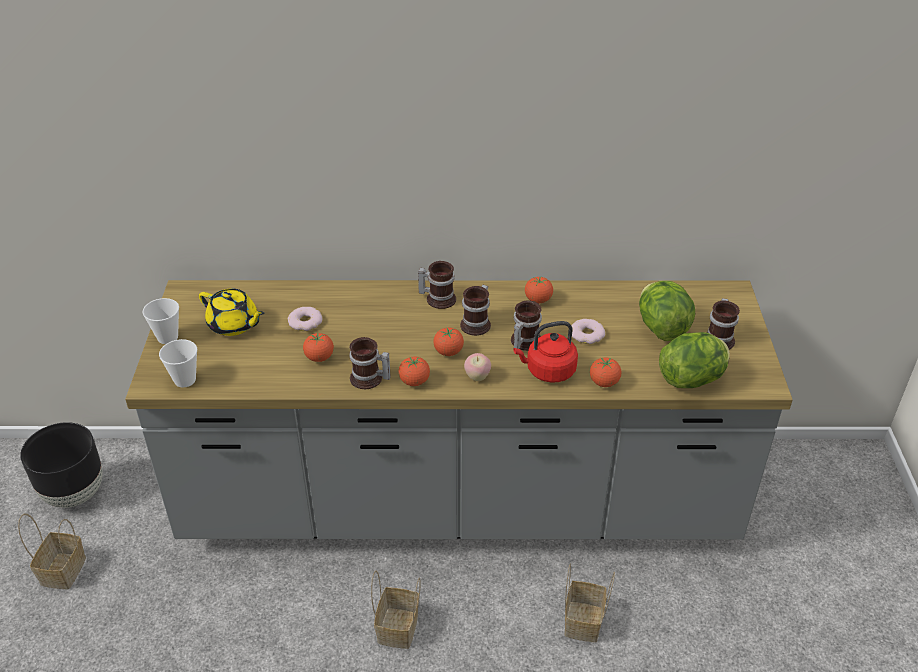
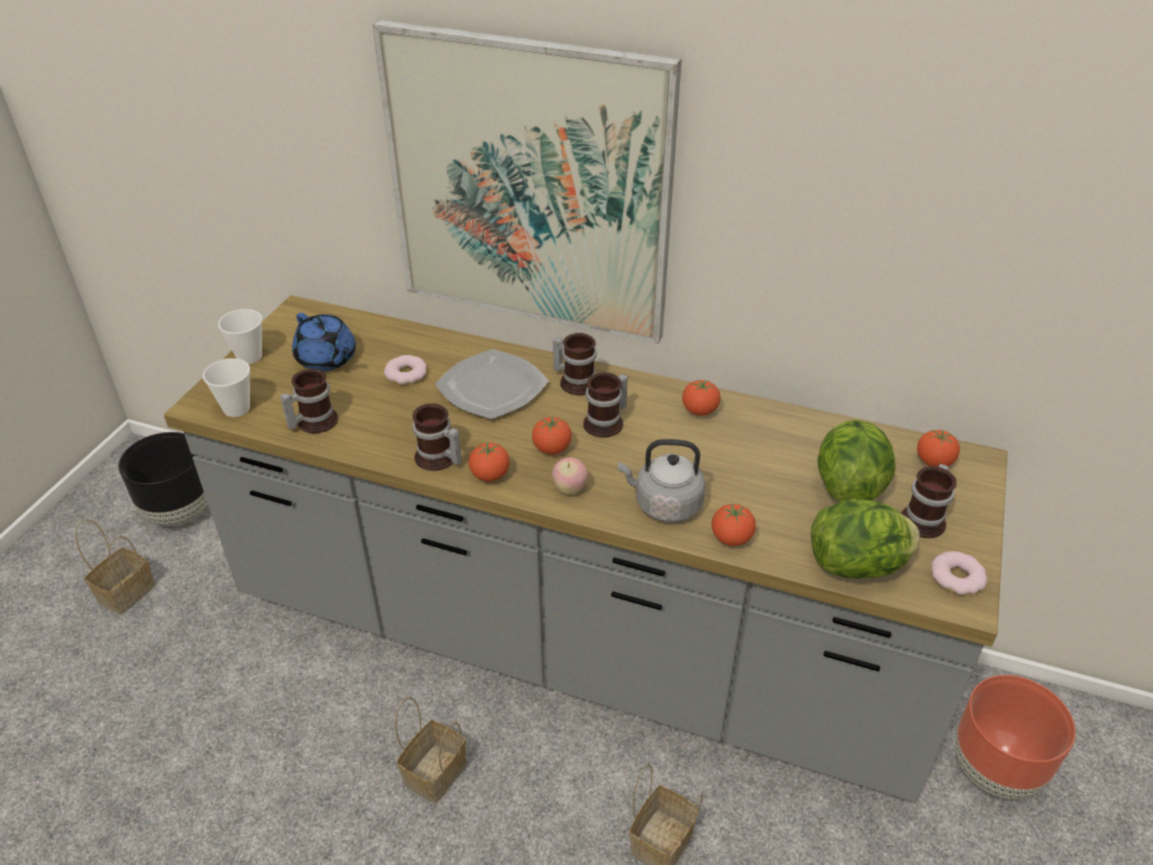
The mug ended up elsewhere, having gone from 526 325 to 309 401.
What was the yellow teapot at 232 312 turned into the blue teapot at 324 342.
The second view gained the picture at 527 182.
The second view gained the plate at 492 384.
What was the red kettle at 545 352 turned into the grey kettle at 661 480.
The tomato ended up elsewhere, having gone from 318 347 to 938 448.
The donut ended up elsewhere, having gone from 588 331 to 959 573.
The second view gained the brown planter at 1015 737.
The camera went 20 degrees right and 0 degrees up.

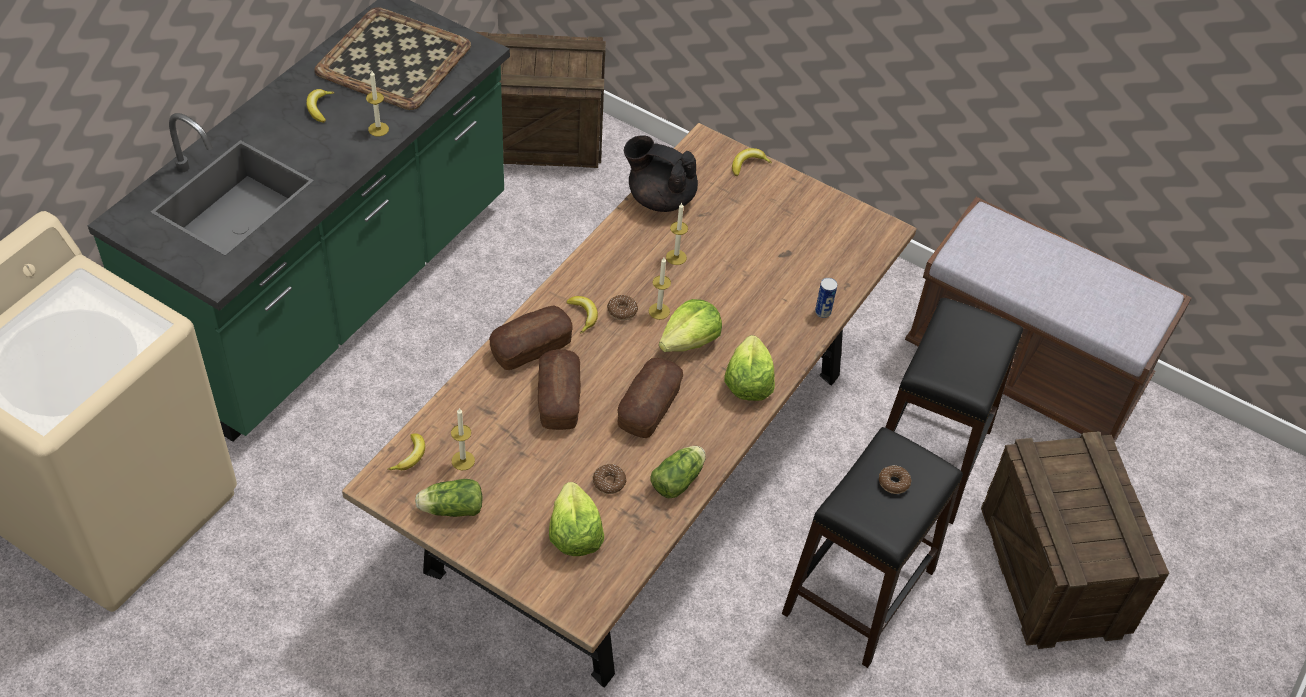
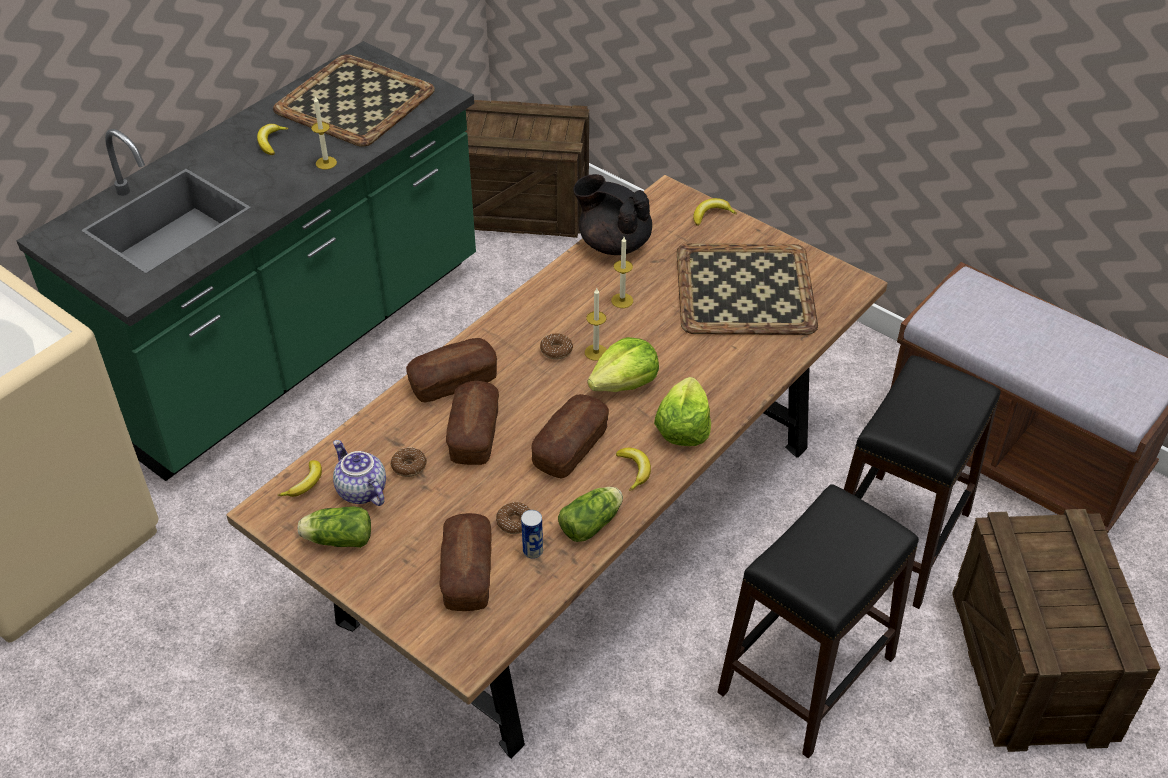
Where the candle stood at 463 439, the teapot came to stand at 359 473.
The donut ended up elsewhere, having gone from 895 479 to 408 462.
Where the lettuce stood at 576 519, the bread came to stand at 466 562.
The can ended up elsewhere, having gone from 826 298 to 532 534.
The banana ended up elsewhere, having gone from 582 315 to 633 469.
The second view gained the tray at 747 289.
The camera went 10 degrees right and 5 degrees down.

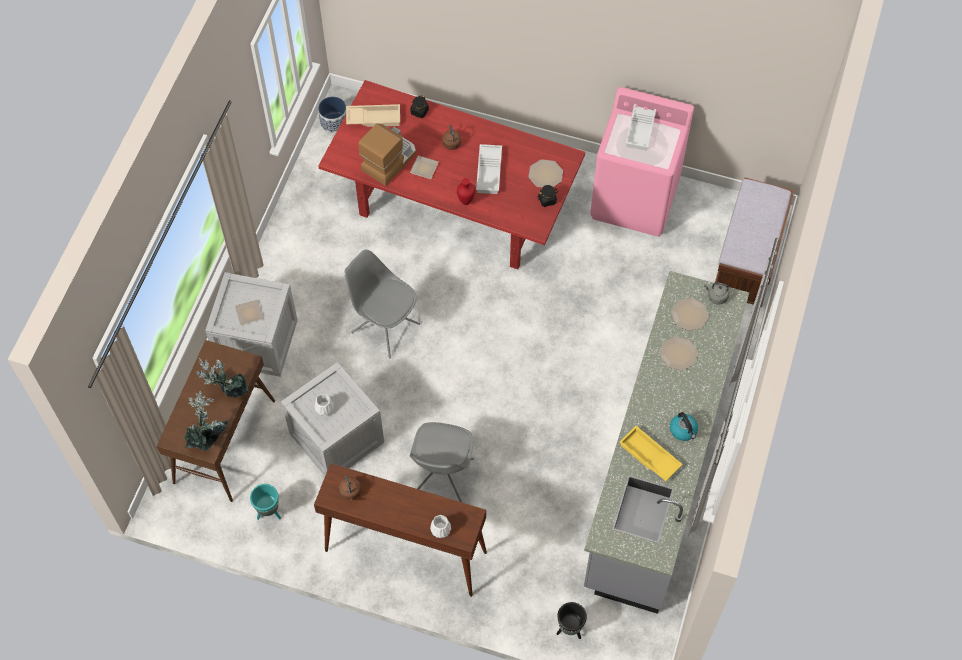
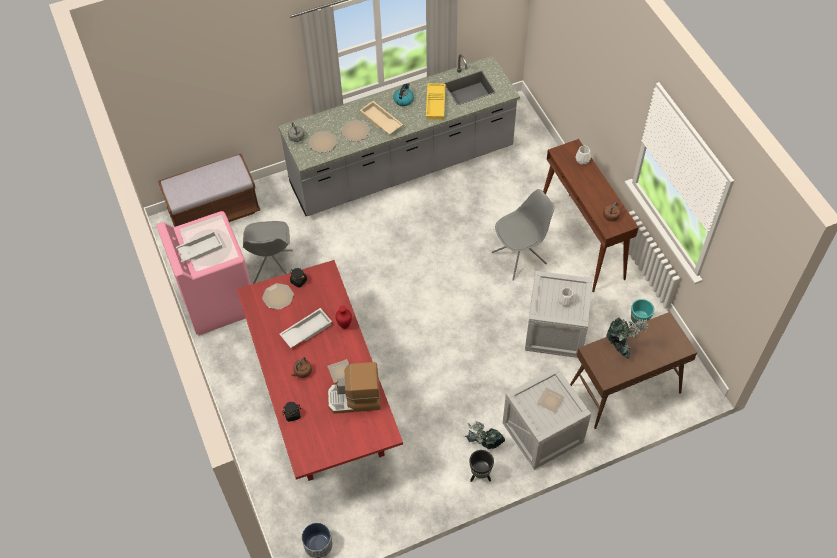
The grey chair ended up elsewhere, having gone from 382 304 to 268 252.
The beige tray ended up elsewhere, having gone from 373 115 to 381 118.
The potted plant ended up elsewhere, having gone from 206 420 to 484 435.
The black planter ended up elsewhere, having gone from 571 620 to 481 466.
The camera went 130 degrees left and 5 degrees down.

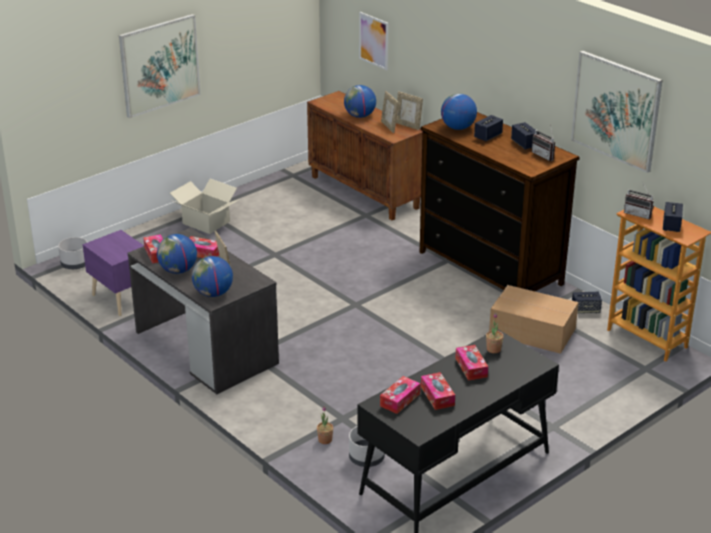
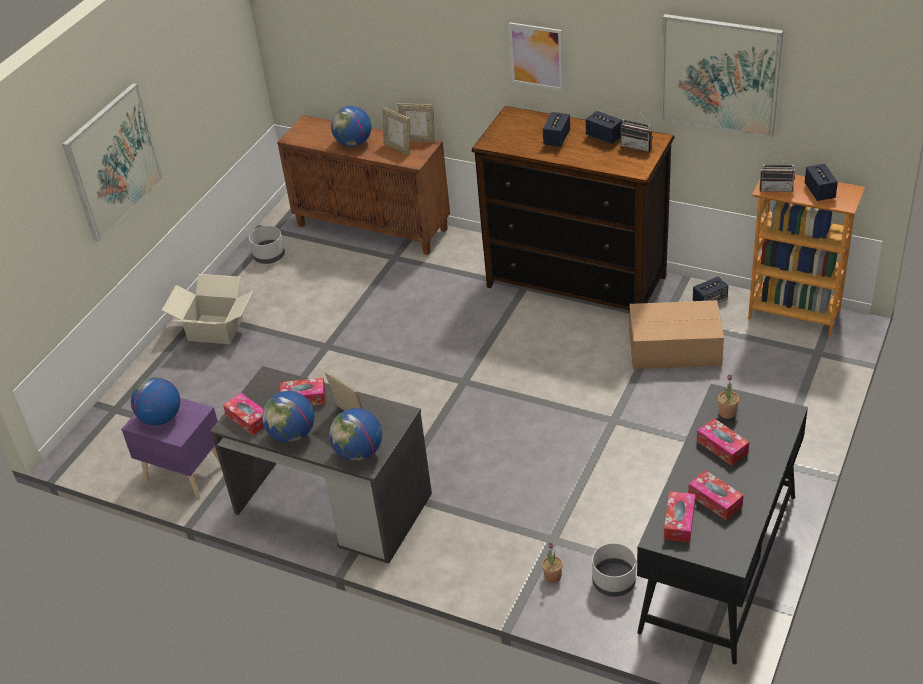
The globe ended up elsewhere, having gone from 459 111 to 155 401.
The grey planter ended up elsewhere, having gone from 73 253 to 267 245.
The picture ended up elsewhere, having gone from 373 41 to 536 56.
The camera went 20 degrees left and 10 degrees up.

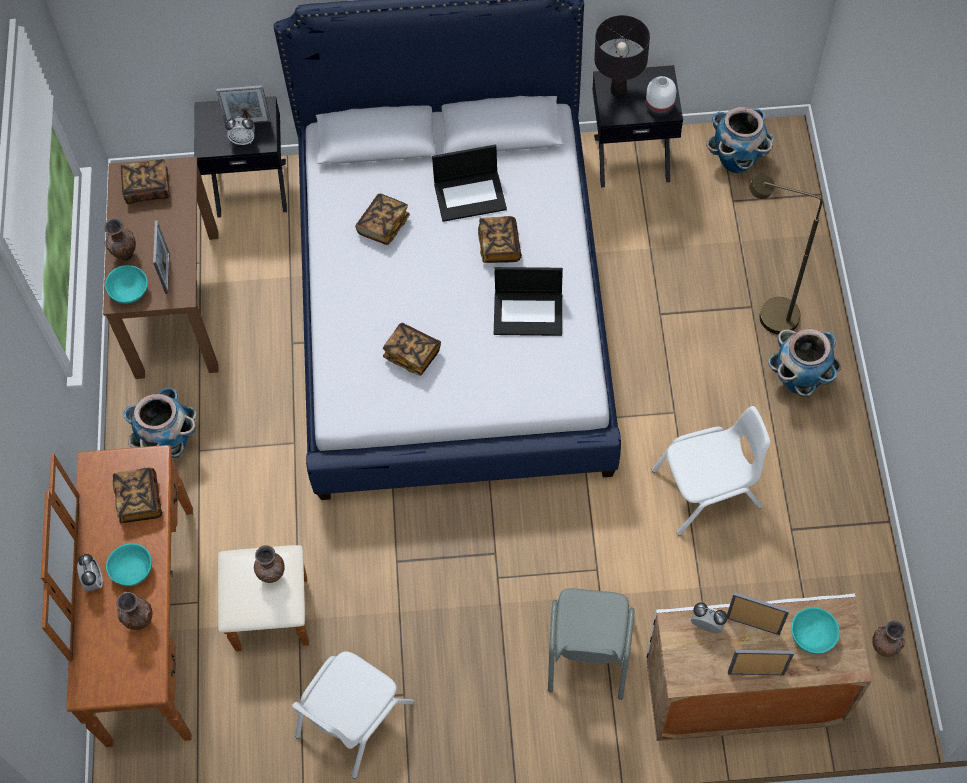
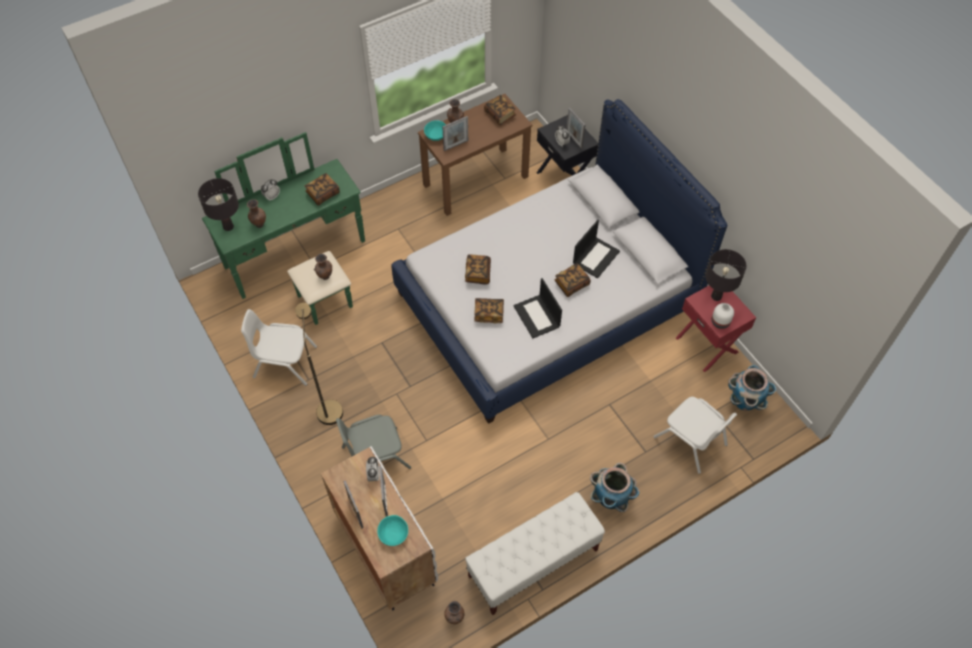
The second view gained the black table lamp at 218 204.
What was the brown dresser at 175 596 turned into the green dresser at 283 228.
The brown floor lamp ended up elsewhere, having gone from 786 254 to 319 364.
The second view gained the white bench at 535 553.
The book ended up elsewhere, having gone from 382 219 to 489 310.
The laptop at 469 183 ended up facing another way, 105 degrees counterclockwise from before.
The white chair ended up elsewhere, having gone from 711 471 to 695 435.
What was the black nightstand at 637 126 turned into the red nightstand at 716 329.
The second view lost the turquoise bowl at 129 564.
The second view lost the planter at 160 422.
The camera went 60 degrees right and 5 degrees down.

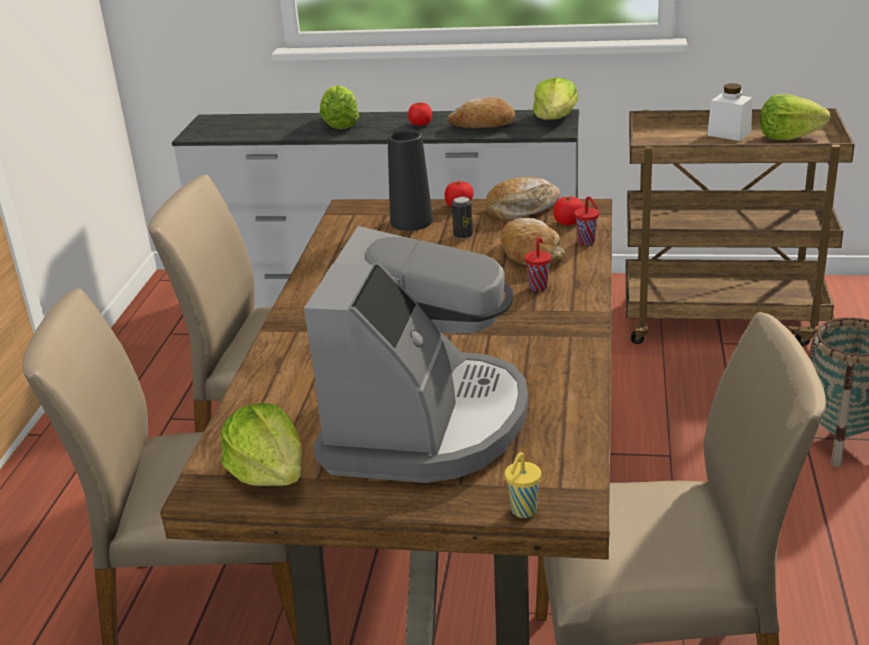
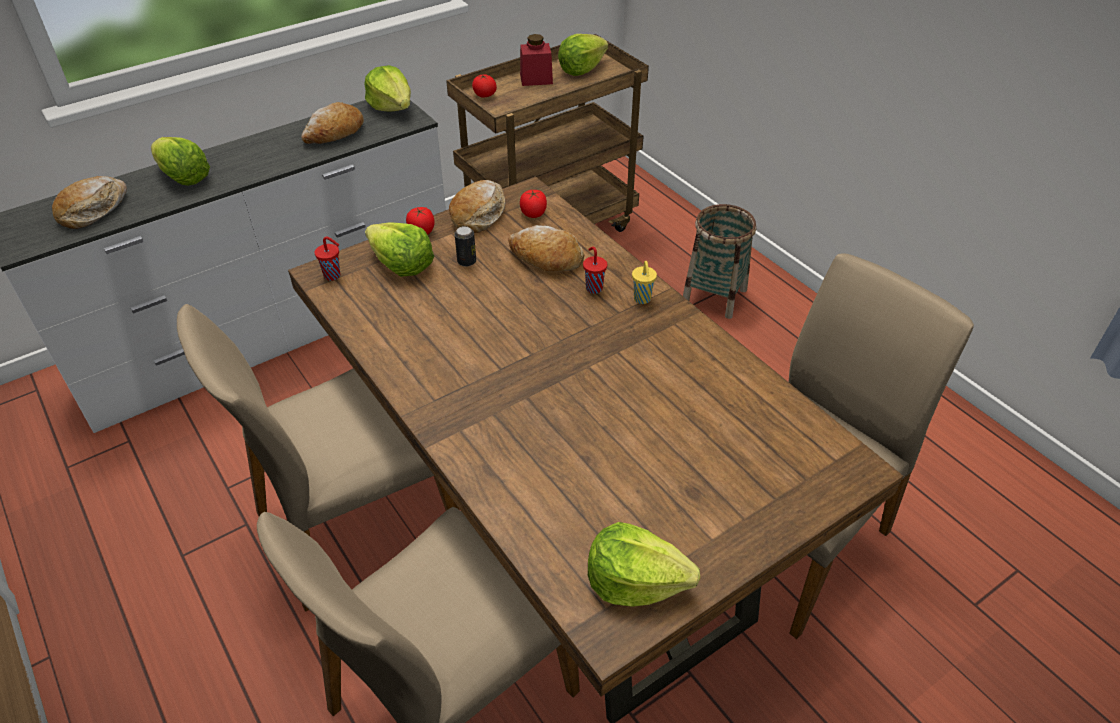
The second view gained the bread at 89 202.
The red cup ended up elsewhere, having gone from 586 220 to 327 259.
Where the black vase stood at 410 180, the lettuce came to stand at 399 249.
The tomato ended up elsewhere, having gone from 420 114 to 484 86.
What was the white jar at 729 112 turned into the red jar at 536 60.
The yellow cup ended up elsewhere, having gone from 523 485 to 644 282.
The second view lost the coffee machine at 416 354.
The camera went 45 degrees left and 15 degrees up.

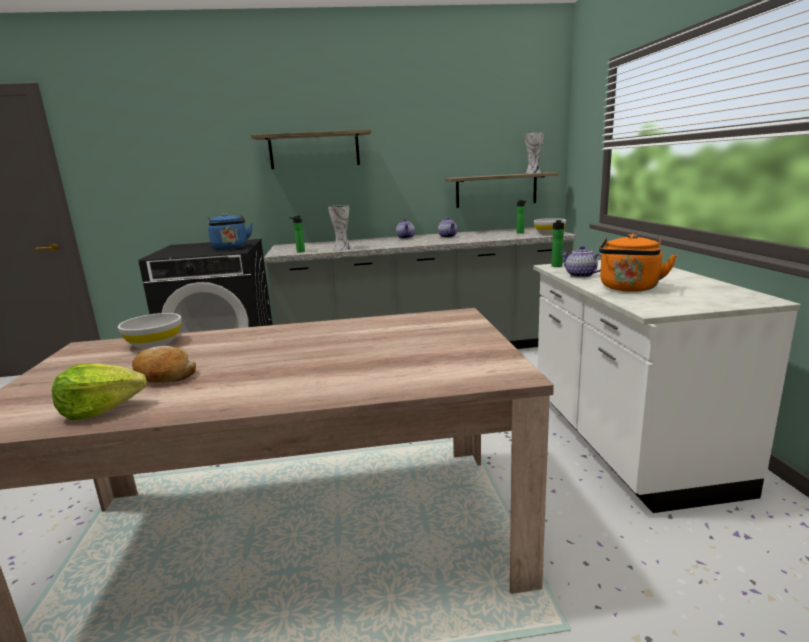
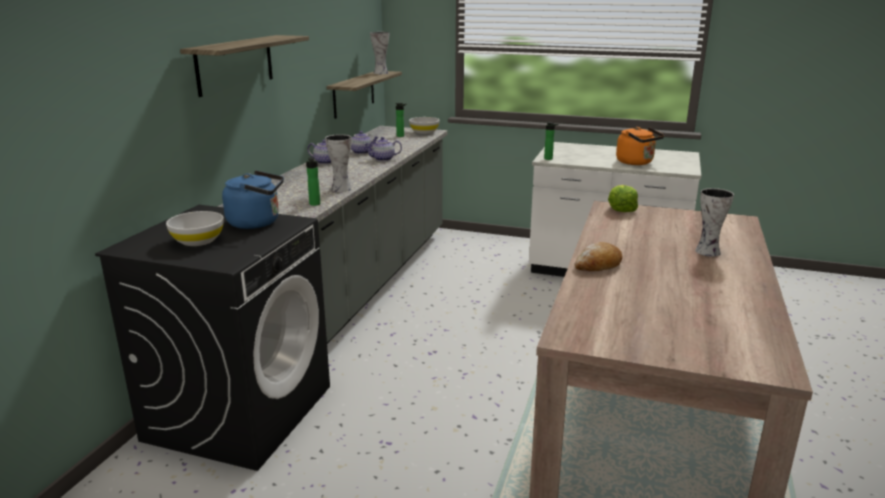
The white bowl ended up elsewhere, having gone from 149 331 to 195 228.
The teapot ended up elsewhere, having gone from 581 262 to 383 149.
The bread ended up elsewhere, having gone from 164 364 to 598 256.
The lettuce ended up elsewhere, having gone from 99 391 to 623 198.
The second view gained the vase at 714 222.
The camera went 65 degrees left and 5 degrees up.

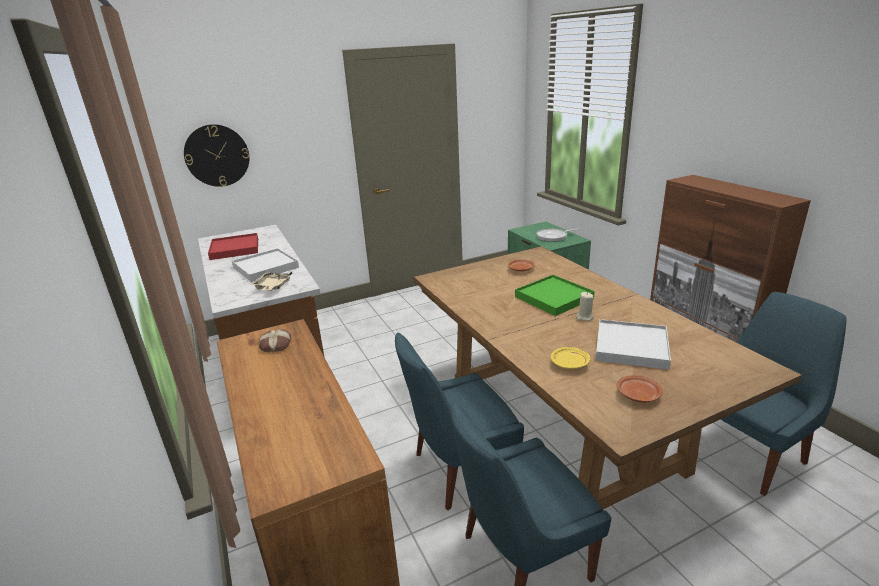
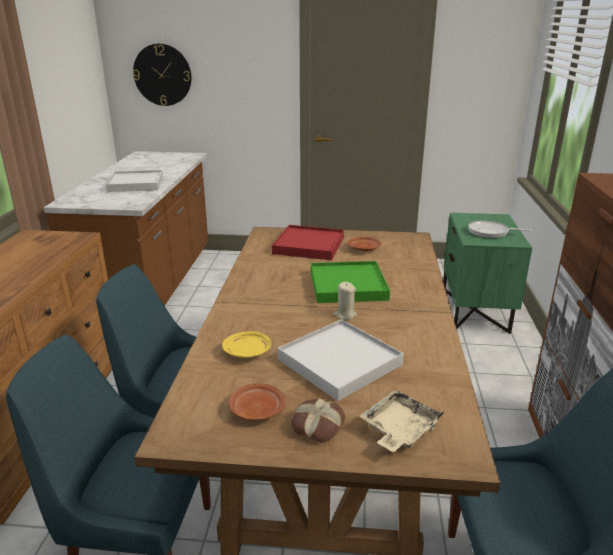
The red tray ended up elsewhere, having gone from 233 246 to 308 242.
The bread ended up elsewhere, having gone from 275 340 to 318 420.
The beige tray ended up elsewhere, having gone from 271 281 to 401 420.
The camera went 30 degrees right and 0 degrees up.

